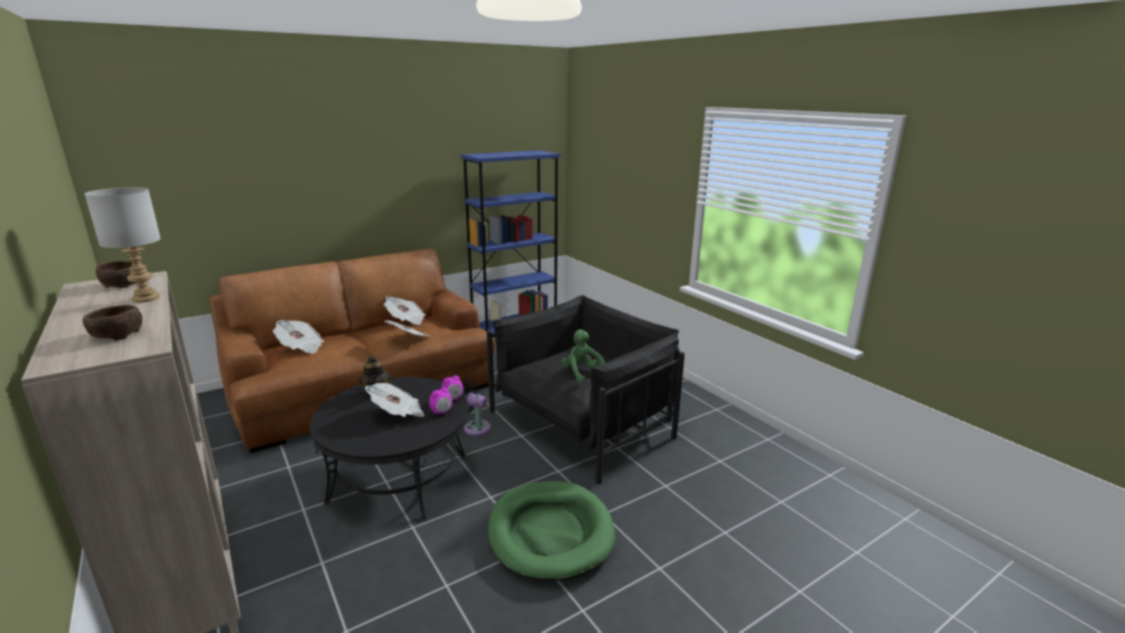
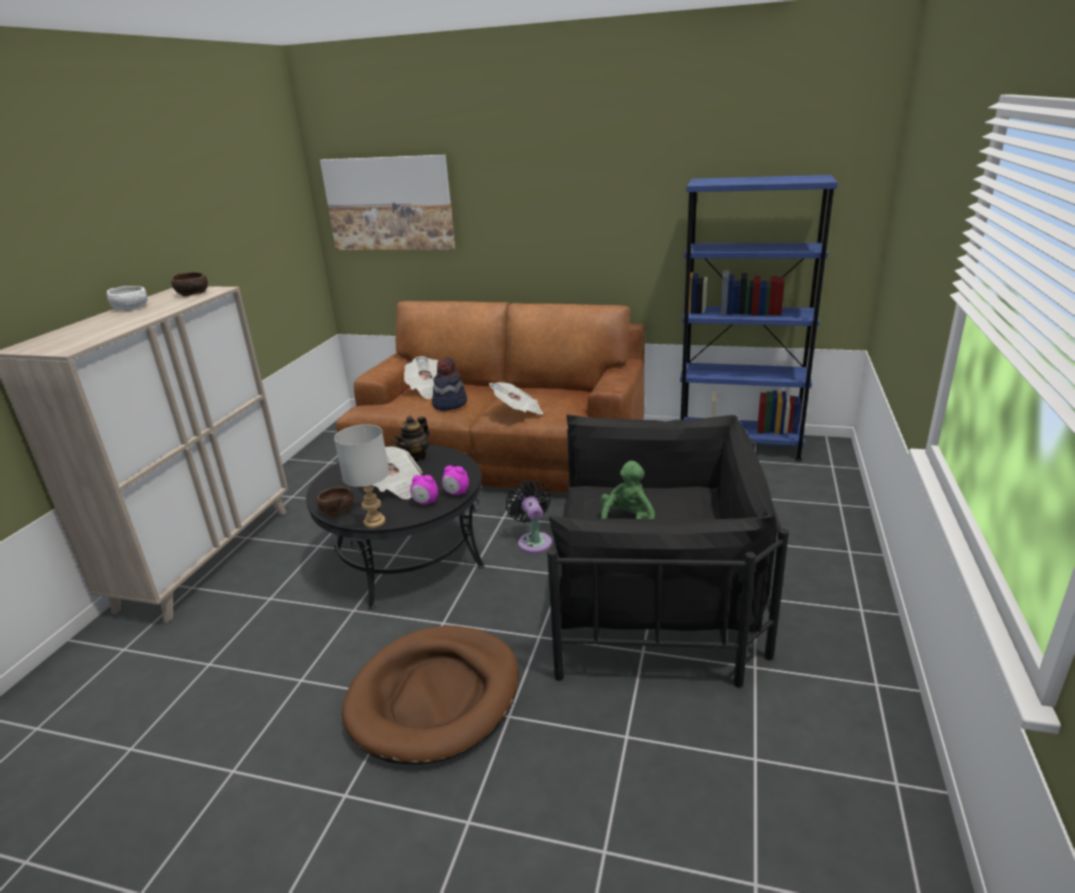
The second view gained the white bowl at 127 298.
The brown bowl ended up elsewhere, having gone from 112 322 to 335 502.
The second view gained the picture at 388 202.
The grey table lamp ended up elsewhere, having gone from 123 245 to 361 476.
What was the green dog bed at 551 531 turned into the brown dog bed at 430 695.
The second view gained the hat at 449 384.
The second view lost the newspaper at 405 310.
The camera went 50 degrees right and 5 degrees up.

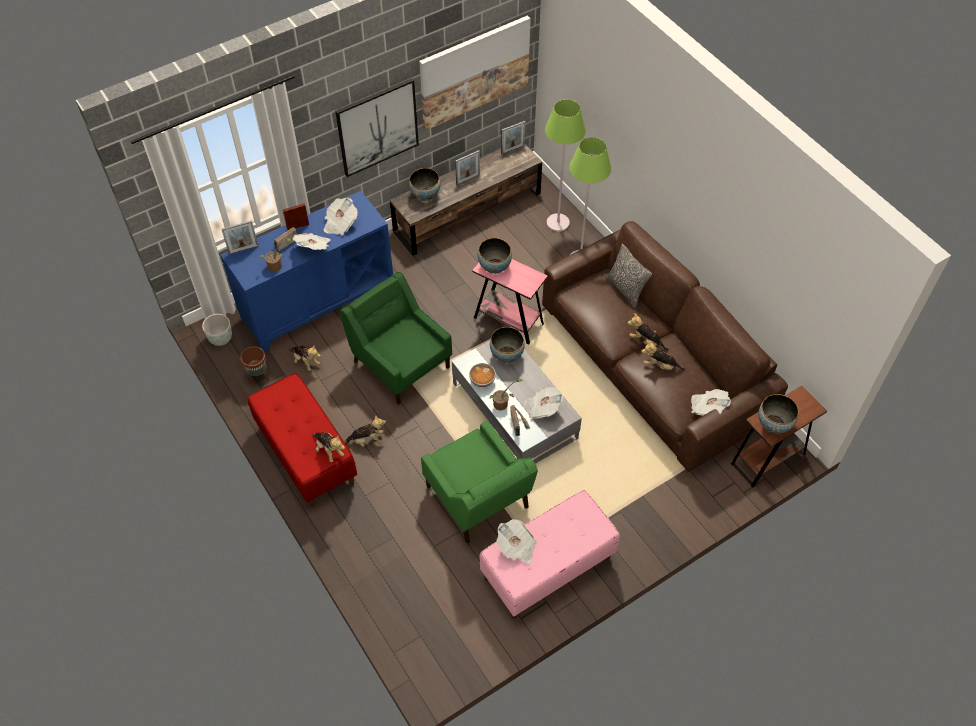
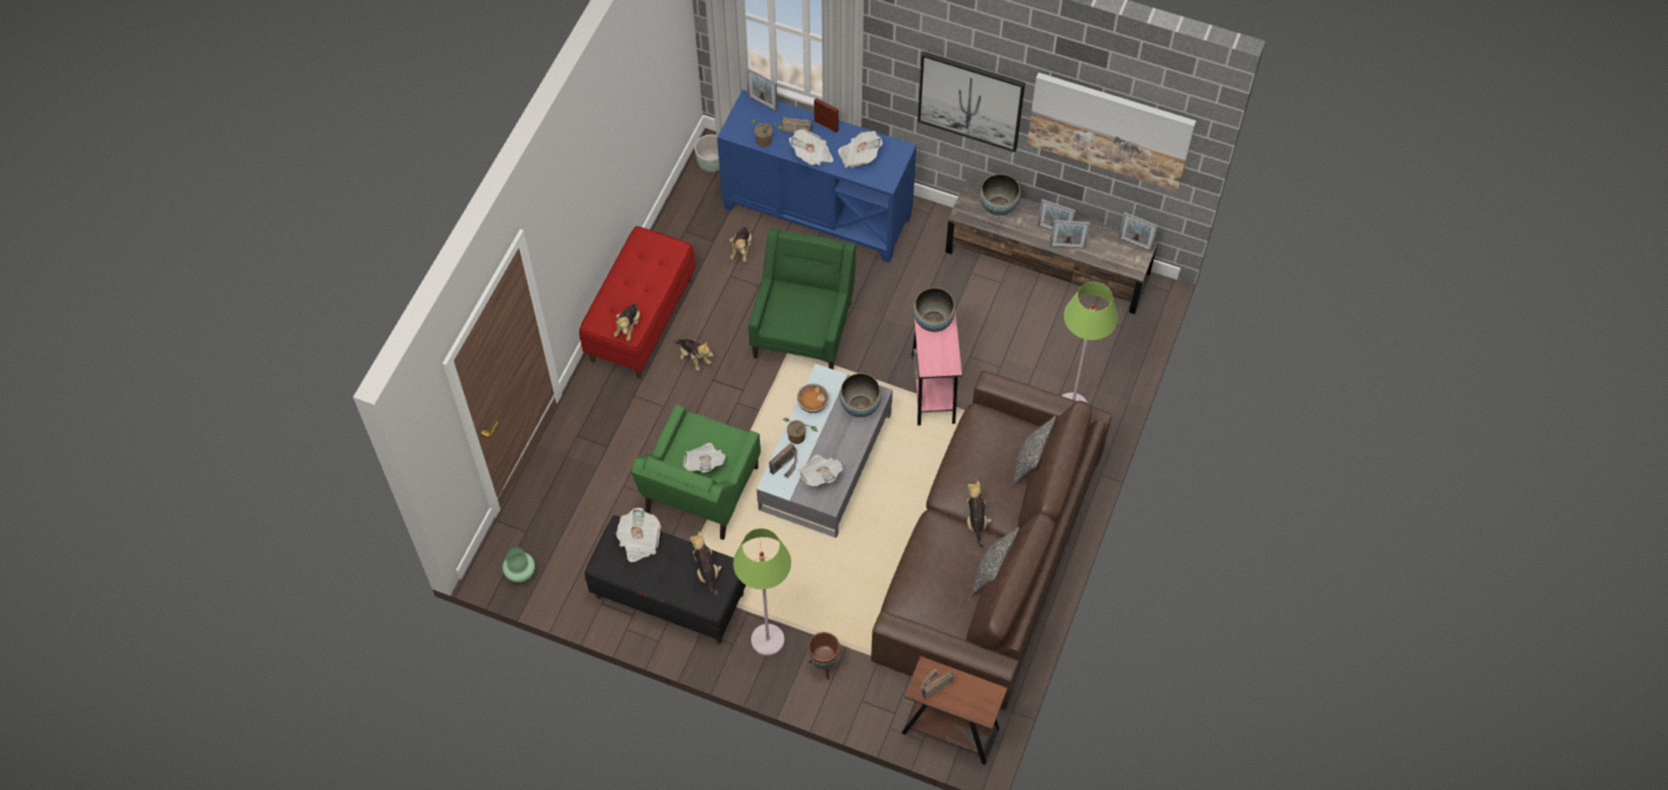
The second view gained the green vase at 518 565.
What was the pink bench at 550 554 turned into the black bench at 665 580.
The newspaper ended up elsewhere, having gone from 711 402 to 704 458.
The plush toy ended up elsewhere, having gone from 663 356 to 706 564.
The green floor lamp ended up elsewhere, having gone from 565 165 to 762 592.
The brown planter ended up elsewhere, having gone from 255 365 to 824 656.
Where the bowl stood at 779 414, the radio came to stand at 937 684.
The second view gained the pillow at 994 561.
The second view gained the picture frame at 1070 234.
The camera went 55 degrees right and 5 degrees up.

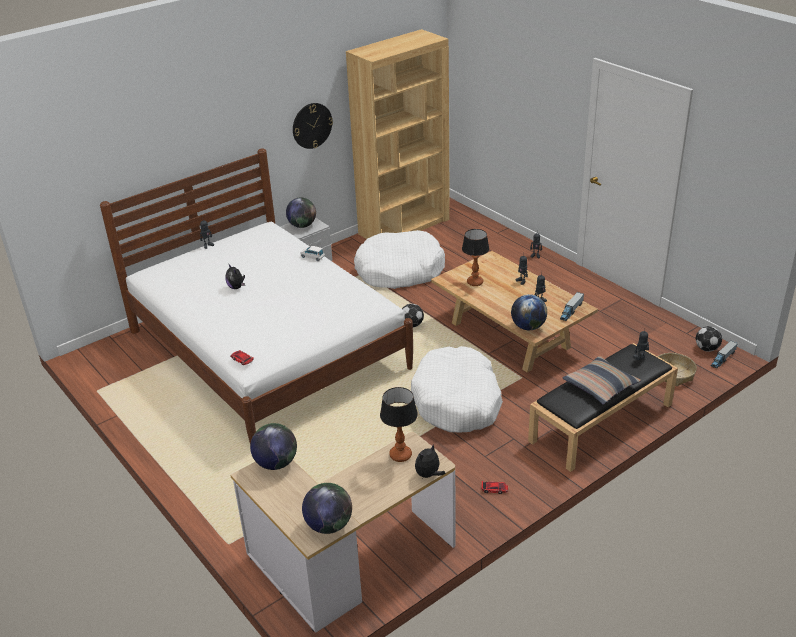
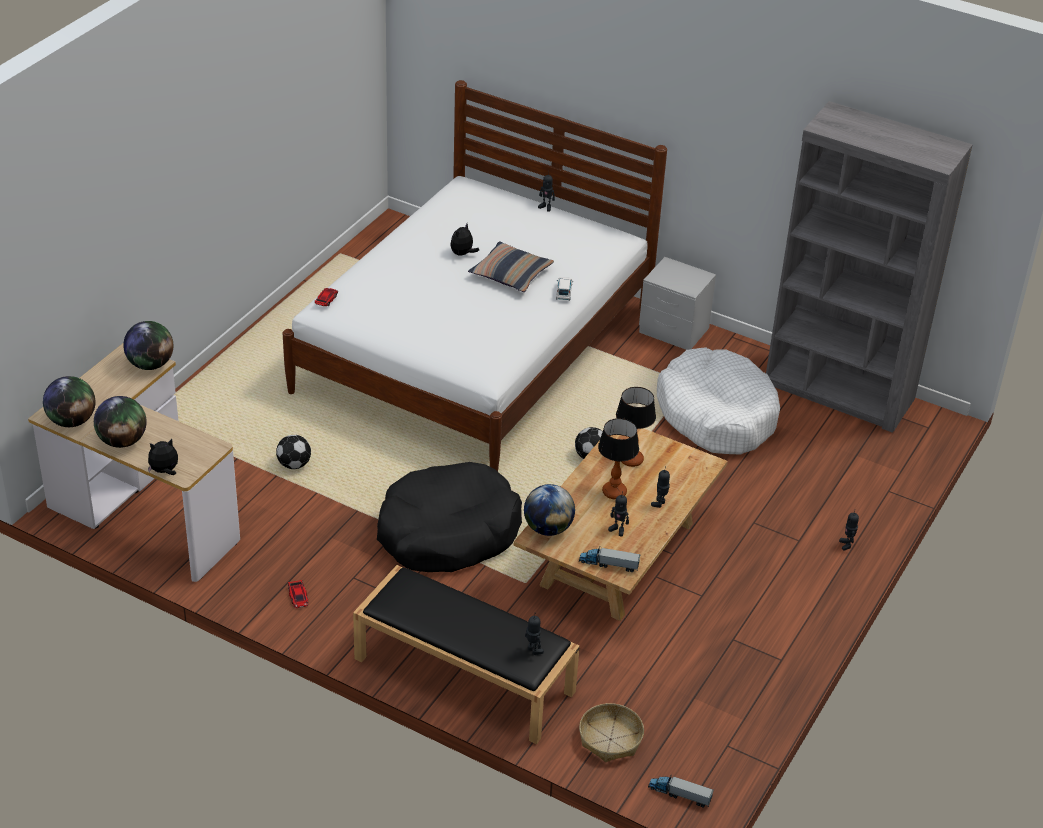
The globe ended up elsewhere, having gone from 301 212 to 120 422.
The plush toy at 430 461 ended up facing another way, 45 degrees counterclockwise from before.
The football ended up elsewhere, having gone from 709 339 to 293 452.
What was the white dog bed at 457 389 turned into the black dog bed at 449 517.
The pillow ended up elsewhere, having gone from 601 380 to 511 267.
The table lamp ended up elsewhere, having gone from 399 424 to 618 458.
What was the brown bookcase at 398 134 turned into the grey bookcase at 869 267.
The second view lost the wall clock at 313 126.
The camera went 65 degrees right and 5 degrees up.

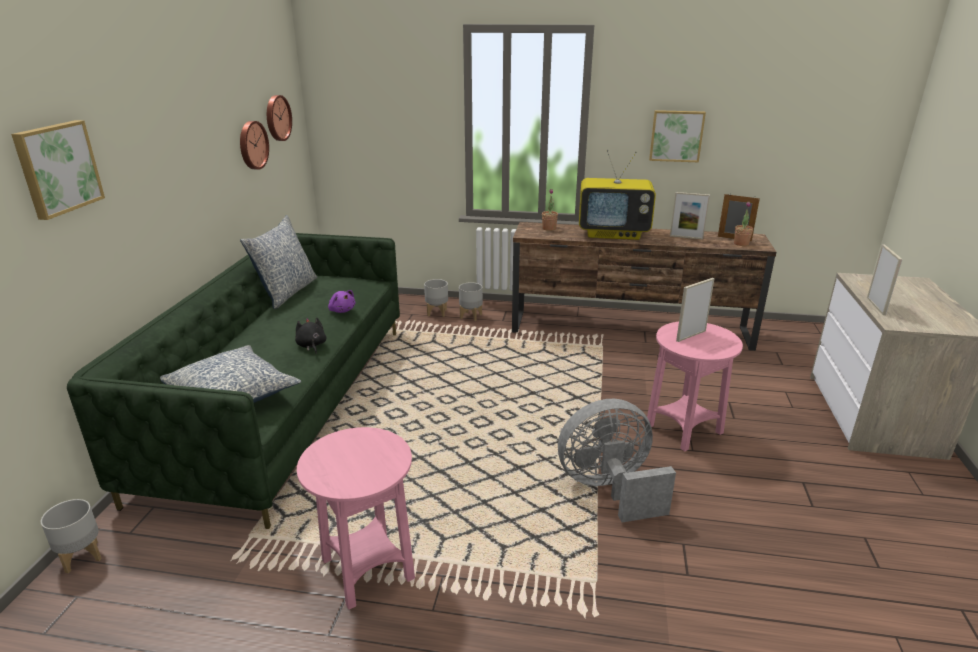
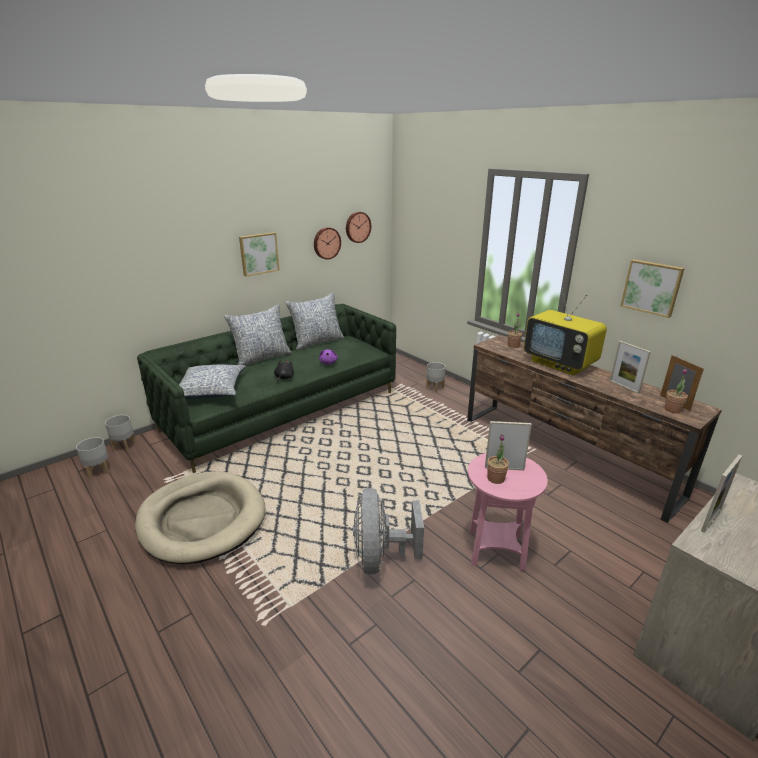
The grey planter ended up elsewhere, having gone from 471 301 to 92 457.
Where the pink side table stood at 356 518, the beige dog bed came to stand at 200 517.
The second view gained the pillow at 258 335.
The picture ended up elsewhere, having gone from 58 170 to 259 254.
The grey fan at 617 460 ended up facing another way, 120 degrees counterclockwise from before.
The second view gained the potted plant at 498 459.
The camera went 40 degrees right and 0 degrees up.

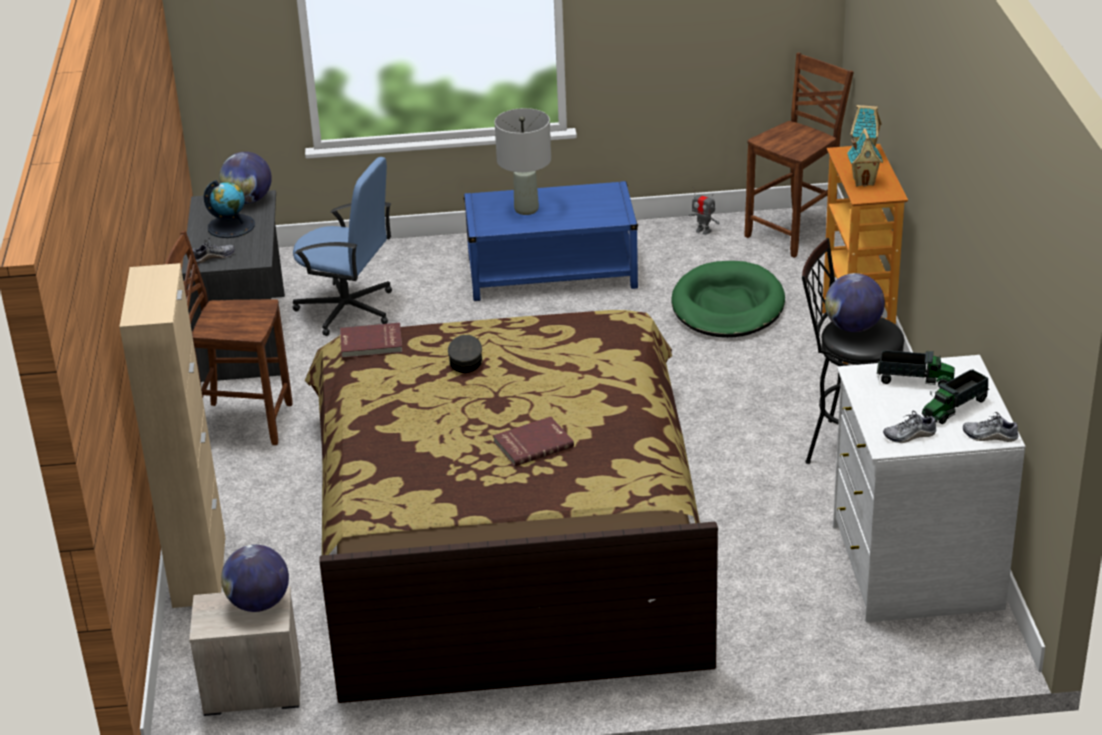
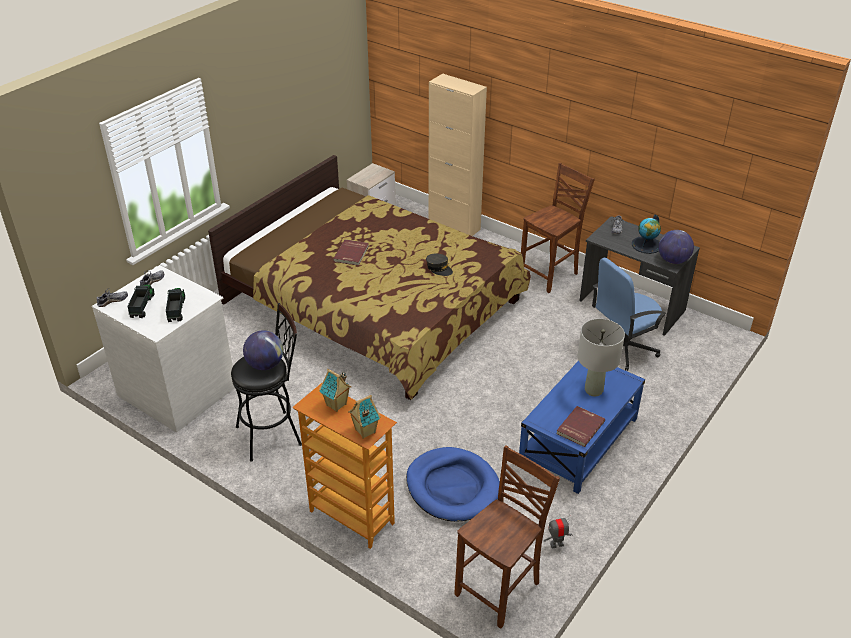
The toy truck at 916 367 ended up facing another way, 120 degrees clockwise from before.
What was the green dog bed at 728 299 turned into the blue dog bed at 453 484.
The brown chair at 799 155 ended up facing another way, 135 degrees counterclockwise from before.
The red book ended up elsewhere, having gone from 371 340 to 580 426.
The second view lost the globe at 255 578.
The camera went 130 degrees right and 5 degrees up.

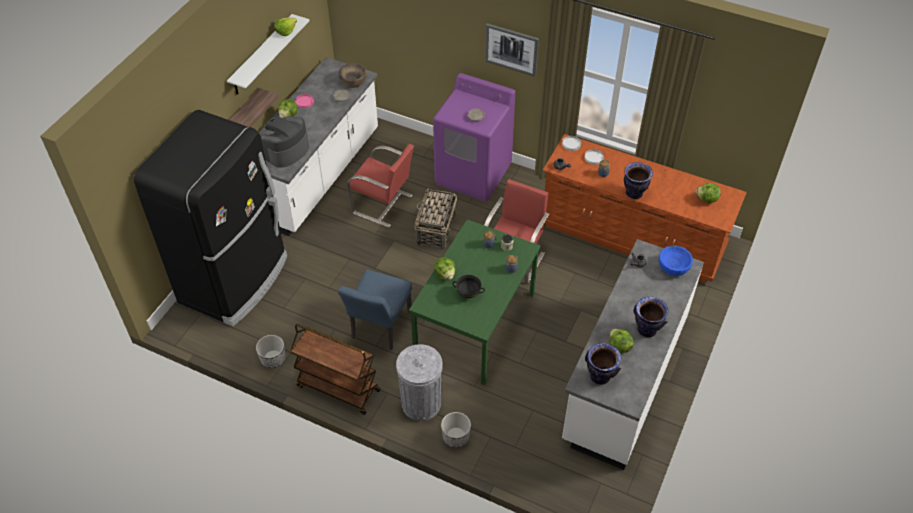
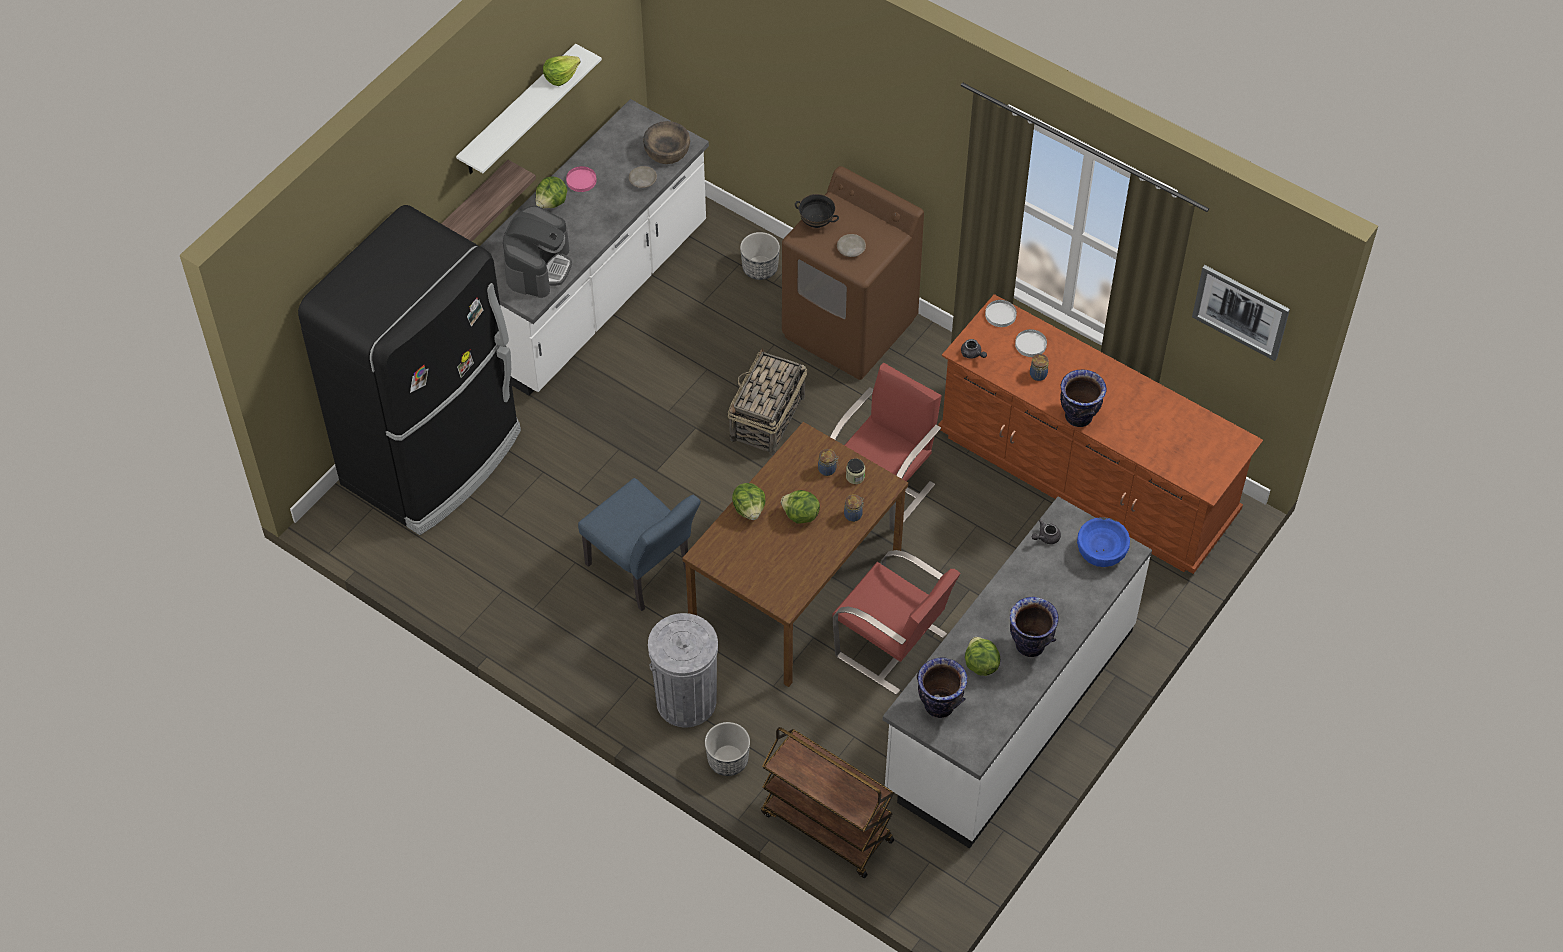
The coffee machine at 285 142 ended up facing another way, 150 degrees clockwise from before.
The blue chair at 375 309 ended up facing another way, 75 degrees counterclockwise from before.
What was the green dining table at 474 302 turned into the brown dining table at 795 554.
The planter ended up elsewhere, having gone from 271 351 to 760 256.
The brown cart ended up elsewhere, having gone from 335 369 to 827 802.
The lettuce ended up elsewhere, having gone from 708 193 to 800 506.
What was the purple washing machine at 474 137 turned into the brown washing machine at 853 273.
The black bowl ended up elsewhere, having gone from 468 286 to 817 211.
The red chair ended up elsewhere, having gone from 380 185 to 896 622.
The picture ended up elsewhere, having gone from 512 50 to 1241 313.
The camera went 10 degrees right and 5 degrees up.

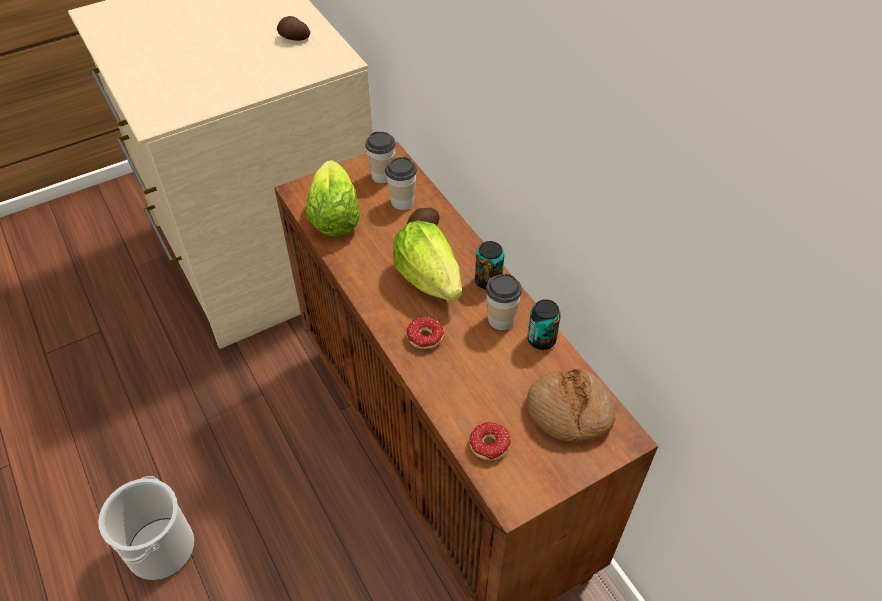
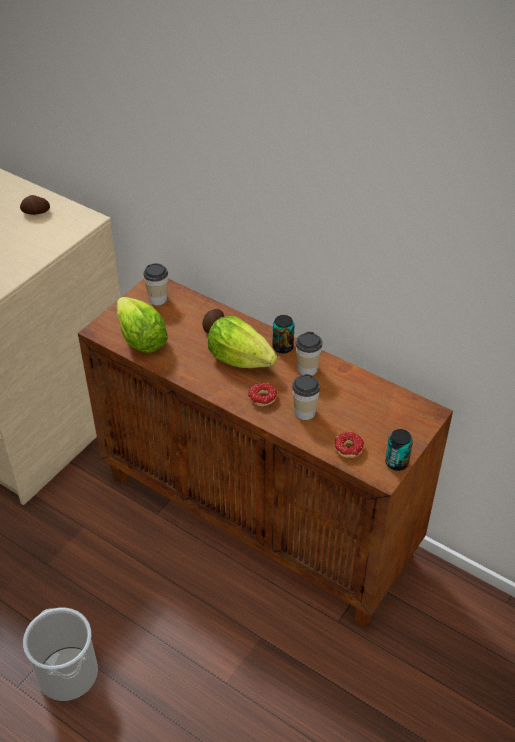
The cup ended up elsewhere, having gone from 401 183 to 306 397.
The can ended up elsewhere, having gone from 544 324 to 399 450.
The second view lost the bread at 571 405.
The camera went 25 degrees left and 5 degrees down.

